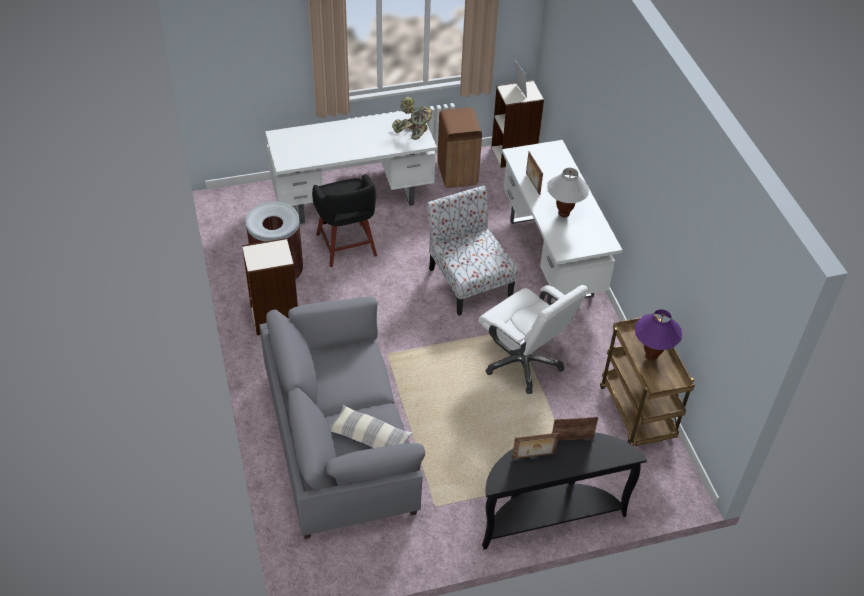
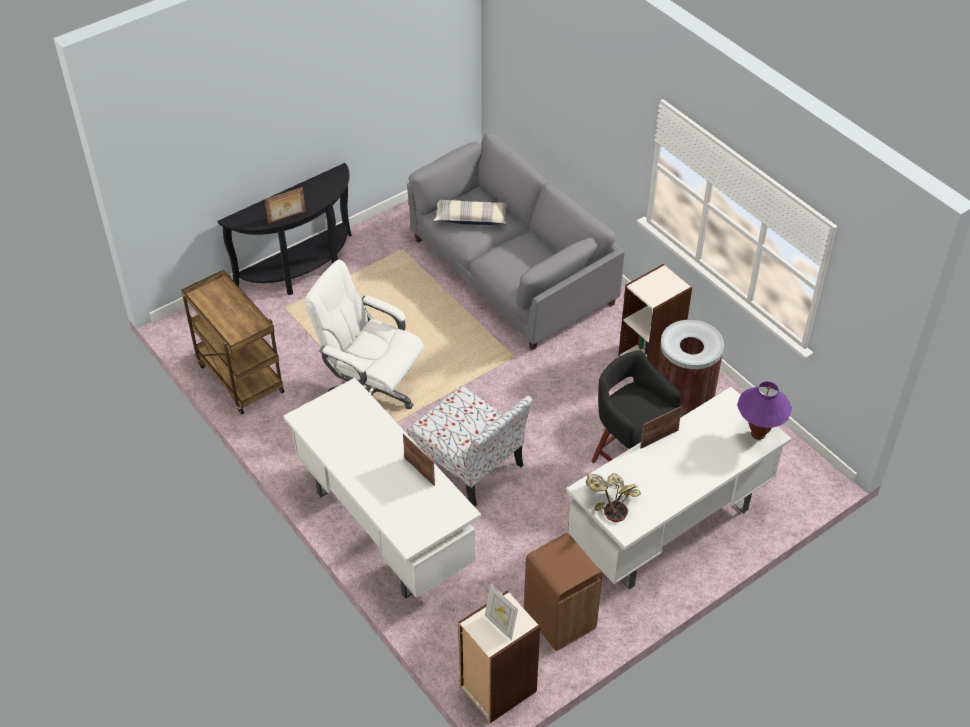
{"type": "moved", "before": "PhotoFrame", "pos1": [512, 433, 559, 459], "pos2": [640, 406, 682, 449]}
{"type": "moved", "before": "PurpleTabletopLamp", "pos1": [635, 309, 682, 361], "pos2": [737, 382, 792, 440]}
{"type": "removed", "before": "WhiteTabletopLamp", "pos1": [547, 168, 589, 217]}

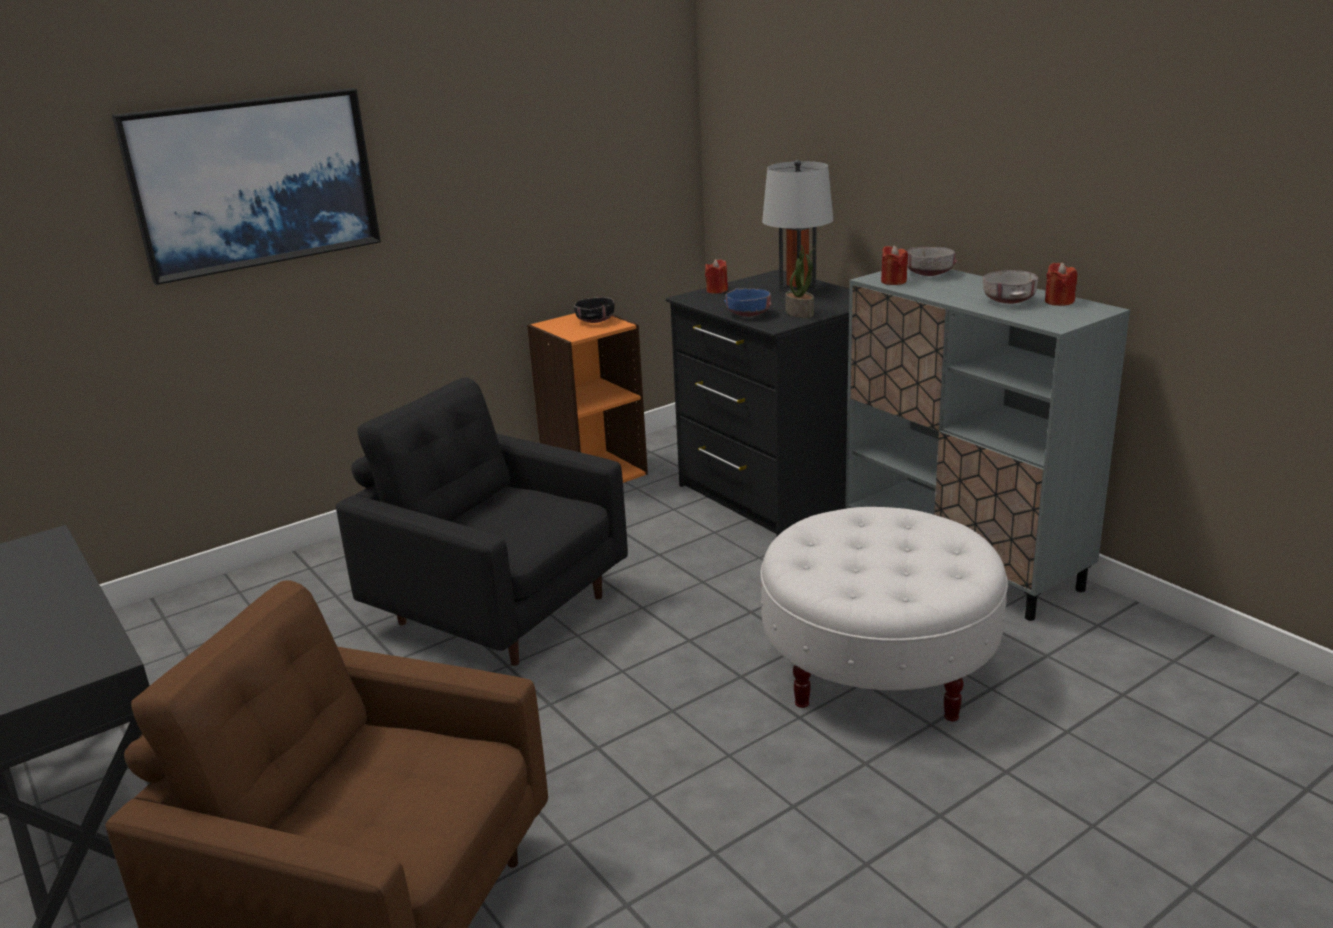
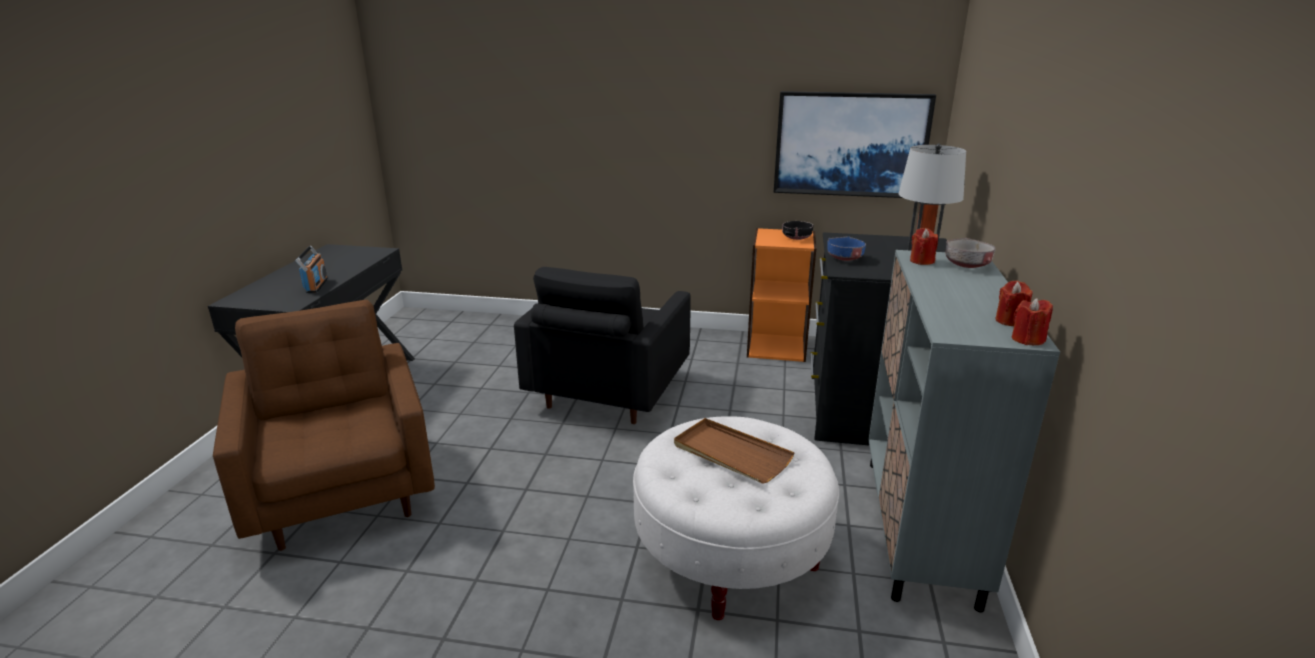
{"type": "added", "after": "RadioSet", "pos2": [295, 245, 328, 293]}
{"type": "turned", "before": "BlackArmchair", "pos1": [336, 377, 628, 666], "pos2": [514, 267, 691, 424], "turn": -150}
{"type": "added", "after": "BrownishCarryingTray", "pos2": [674, 418, 795, 484]}
{"type": "moved", "before": "WallArt", "pos1": [112, 88, 381, 285], "pos2": [774, 91, 936, 198]}
{"type": "moved", "before": "RedWaxCandle", "pos1": [705, 259, 728, 293], "pos2": [1011, 298, 1053, 345]}
{"type": "removed", "before": "PlantInAPot", "pos1": [785, 245, 815, 318]}
{"type": "removed", "before": "GreyServingBowl", "pos1": [983, 270, 1038, 304]}

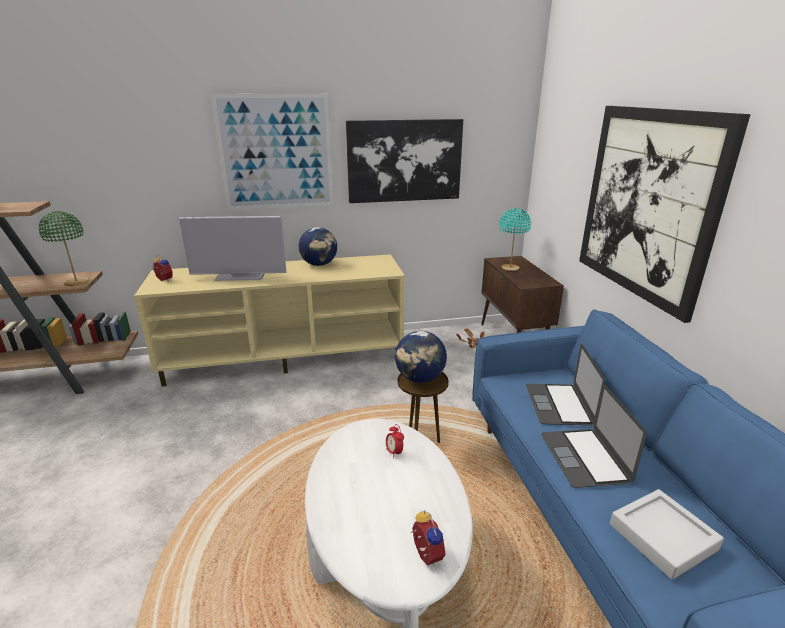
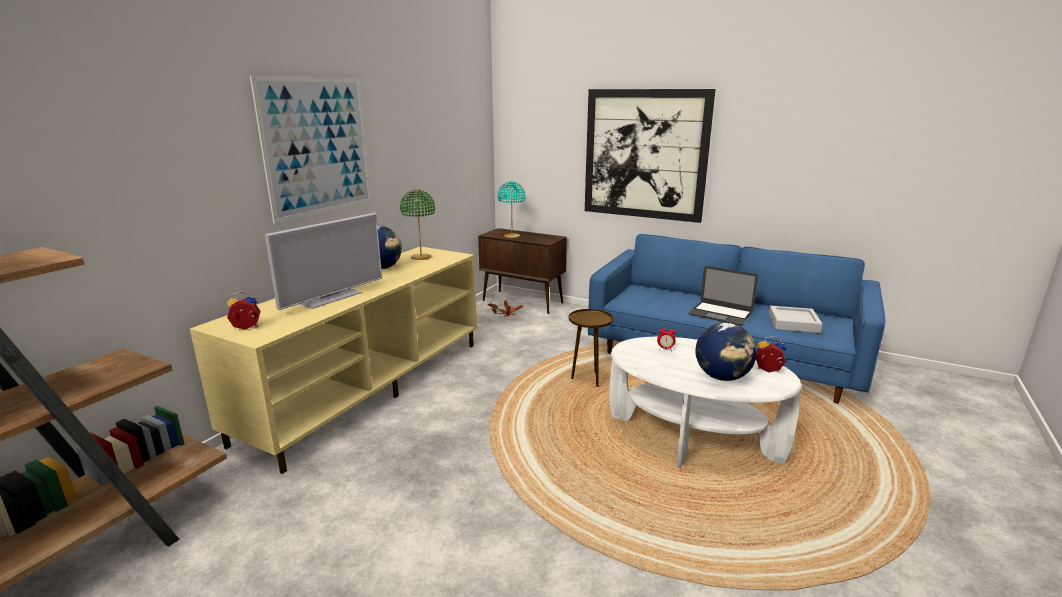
{"type": "moved", "before": "GreenColouredTabletopLamp", "pos1": [39, 211, 89, 286], "pos2": [400, 190, 435, 260]}
{"type": "moved", "before": "Globe", "pos1": [395, 331, 447, 383], "pos2": [695, 323, 757, 381]}
{"type": "removed", "before": "WallArt", "pos1": [346, 119, 463, 203]}
{"type": "removed", "before": "NotebookComputer", "pos1": [526, 344, 605, 425]}

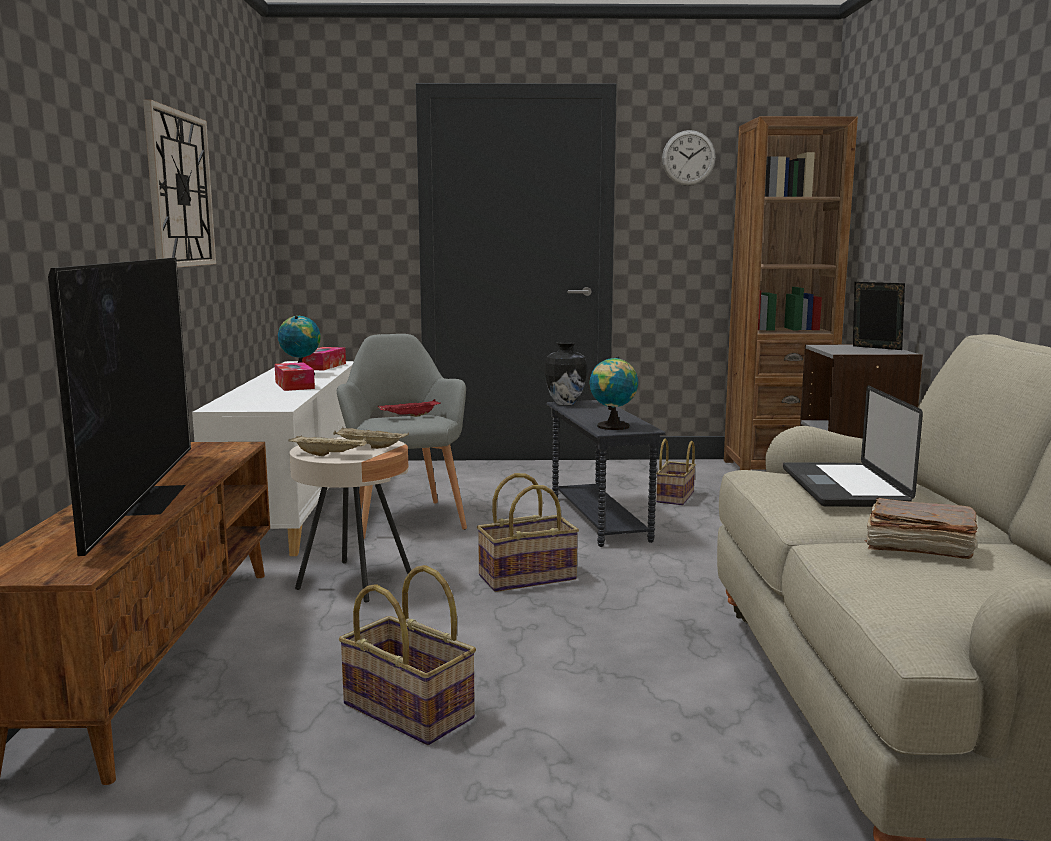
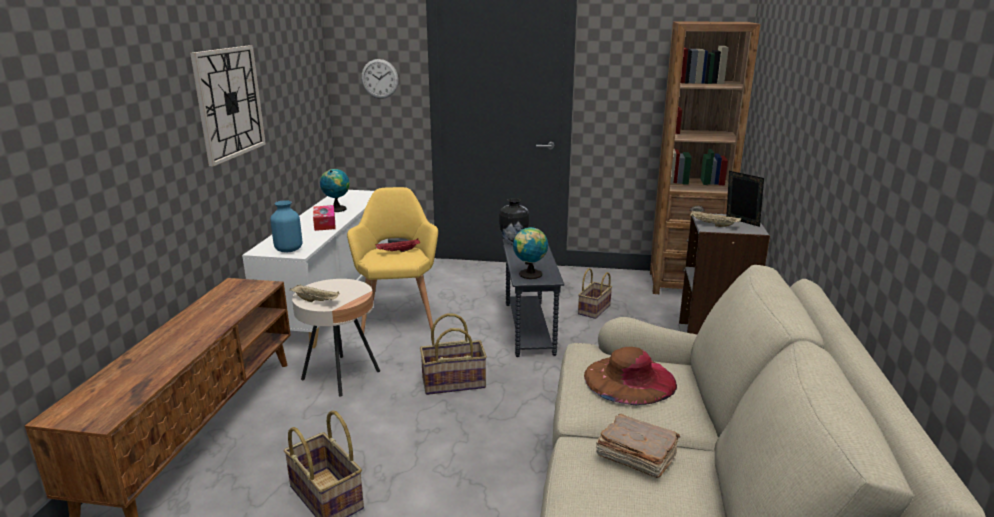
{"type": "added", "after": "BlueColouredVase", "pos2": [270, 200, 302, 252]}
{"type": "recoloured", "before": "GreyArmchair", "after": "YellowColouredArmchair", "pos1": [337, 334, 467, 539], "pos2": [347, 187, 438, 333]}
{"type": "moved", "before": "ClockOnTheWall", "pos1": [662, 130, 716, 186], "pos2": [361, 59, 399, 99]}
{"type": "replaced", "before": "NotebookComputer", "after": "BrownishWearableHat", "pos1": [783, 385, 923, 507], "pos2": [584, 347, 677, 406]}
{"type": "moved", "before": "BeigeCarryingTray", "pos1": [333, 427, 409, 449], "pos2": [690, 211, 741, 227]}
{"type": "removed", "before": "Tv", "pos1": [48, 258, 191, 556]}
{"type": "removed", "before": "BoxOfTissues", "pos1": [302, 347, 346, 371]}

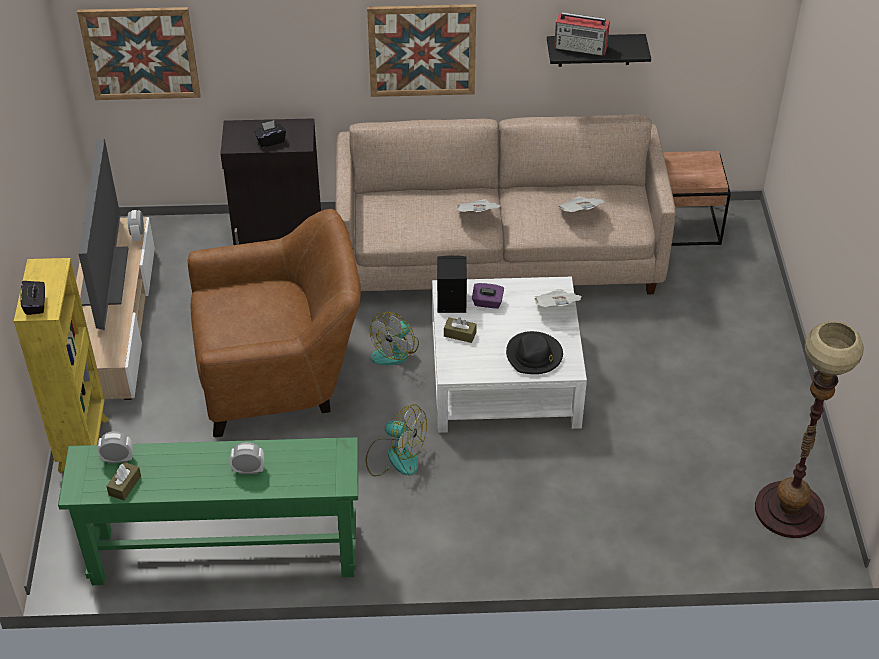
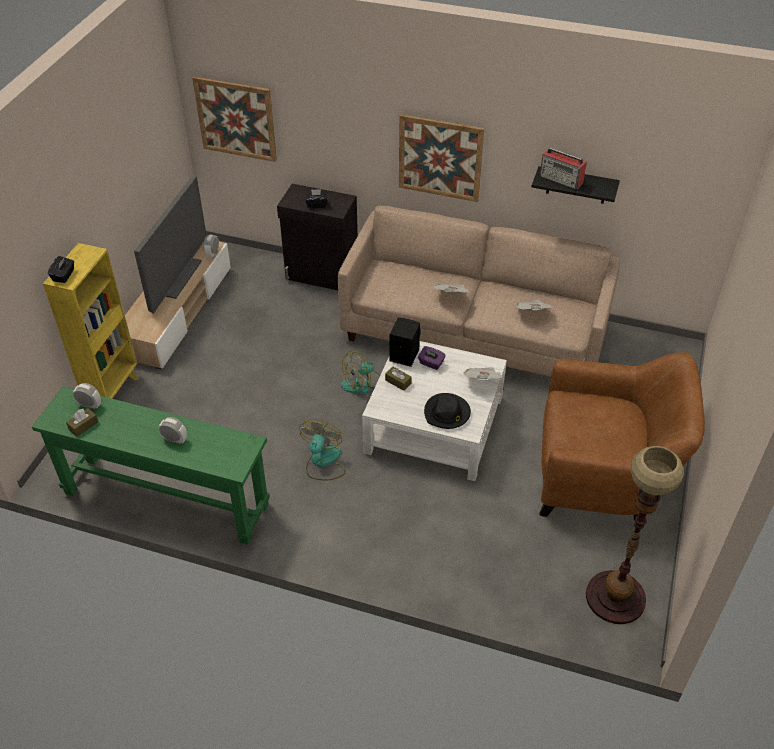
{"type": "turned", "before": "Fan", "pos1": [366, 404, 427, 477], "pos2": [299, 419, 346, 480], "turn": -120}
{"type": "moved", "before": "BrownishArmchair", "pos1": [188, 209, 361, 437], "pos2": [539, 352, 705, 520]}
{"type": "removed", "before": "BrownishSideTable", "pos1": [663, 151, 731, 246]}

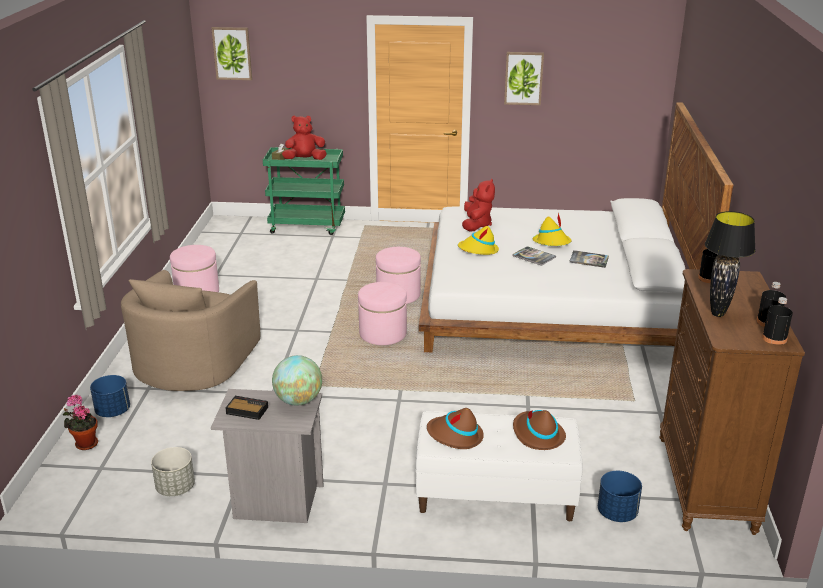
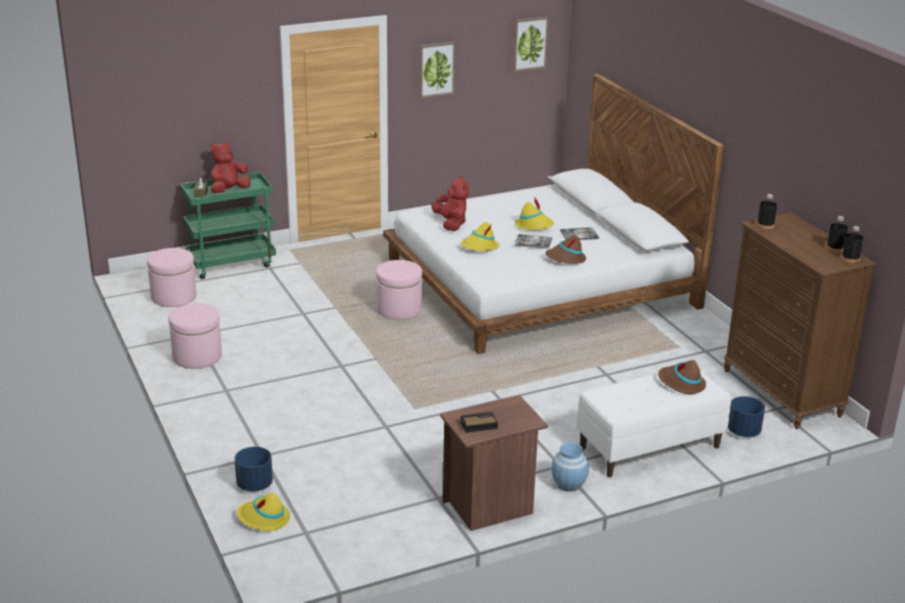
{"type": "moved", "before": "PinkishFootrest", "pos1": [358, 282, 407, 345], "pos2": [147, 248, 197, 307]}
{"type": "replaced", "before": "PlantInAPot", "after": "YellowColouredWearableHat", "pos1": [63, 395, 98, 450], "pos2": [237, 493, 290, 531]}
{"type": "recoloured", "before": "GreyNightTable", "after": "BrownishNightTable", "pos1": [211, 389, 324, 523], "pos2": [440, 395, 548, 531]}
{"type": "moved", "before": "WallArt", "pos1": [211, 27, 252, 80], "pos2": [513, 16, 549, 72]}
{"type": "moved", "before": "BrownishWearableHat", "pos1": [427, 408, 484, 449], "pos2": [545, 235, 586, 264]}
{"type": "added", "after": "BlueColouredVase", "pos2": [551, 443, 589, 492]}
{"type": "removed", "before": "BeigeArmchair", "pos1": [121, 270, 260, 391]}
{"type": "removed", "before": "GreyPlantPot", "pos1": [151, 447, 195, 496]}
{"type": "removed", "before": "Globe", "pos1": [272, 355, 322, 406]}
{"type": "removed", "before": "BlackTabletopLamp", "pos1": [705, 211, 756, 317]}

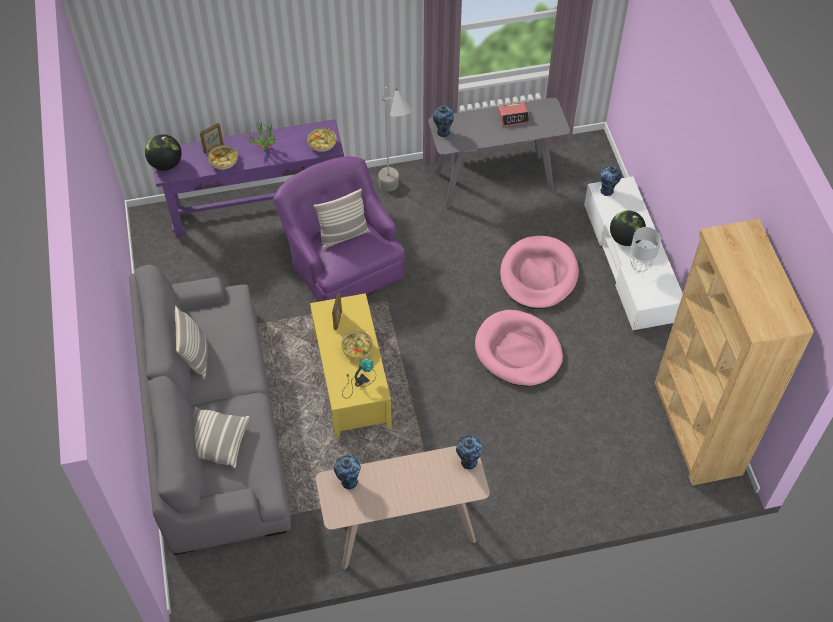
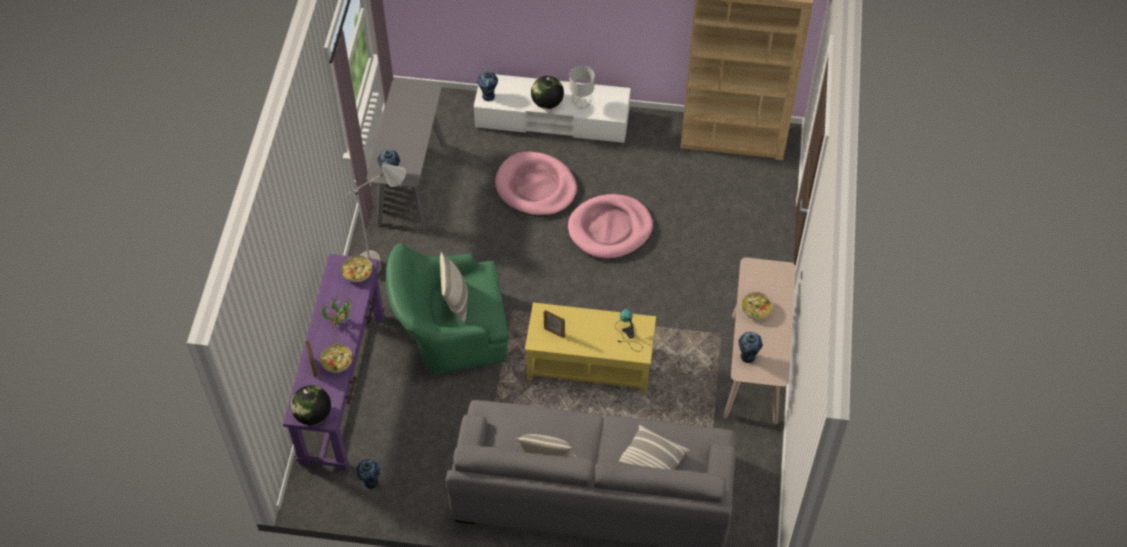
{"type": "moved", "before": "Vase", "pos1": [456, 435, 482, 469], "pos2": [356, 459, 380, 489]}
{"type": "recoloured", "before": "PurpleArmchair", "after": "GreenColouredArmchair", "pos1": [274, 156, 405, 302], "pos2": [386, 243, 509, 374]}
{"type": "moved", "before": "ServingBowl", "pos1": [341, 331, 373, 359], "pos2": [741, 292, 773, 320]}
{"type": "removed", "before": "AlarmClock", "pos1": [498, 102, 530, 127]}

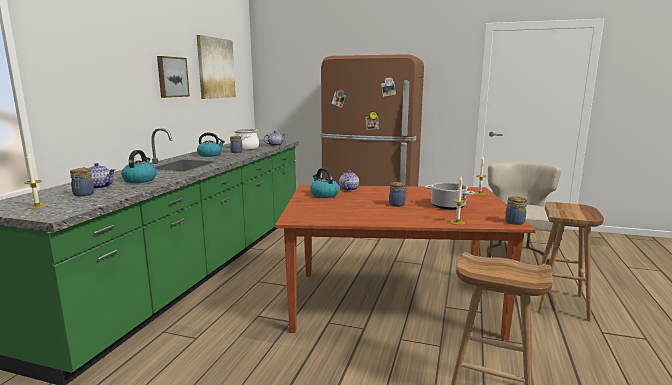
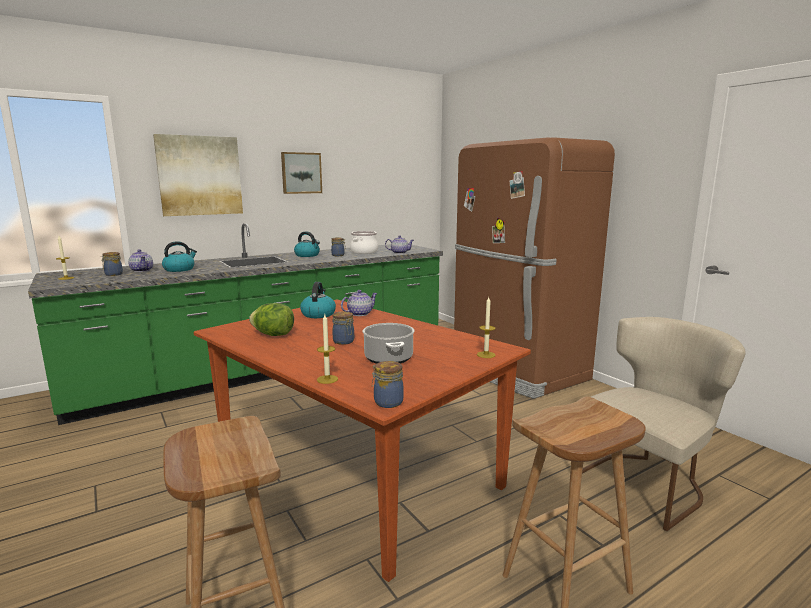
{"type": "moved", "before": "WallArt", "pos1": [197, 35, 236, 99], "pos2": [153, 134, 243, 216]}
{"type": "added", "after": "HeadOfLettuce", "pos2": [249, 303, 294, 336]}

